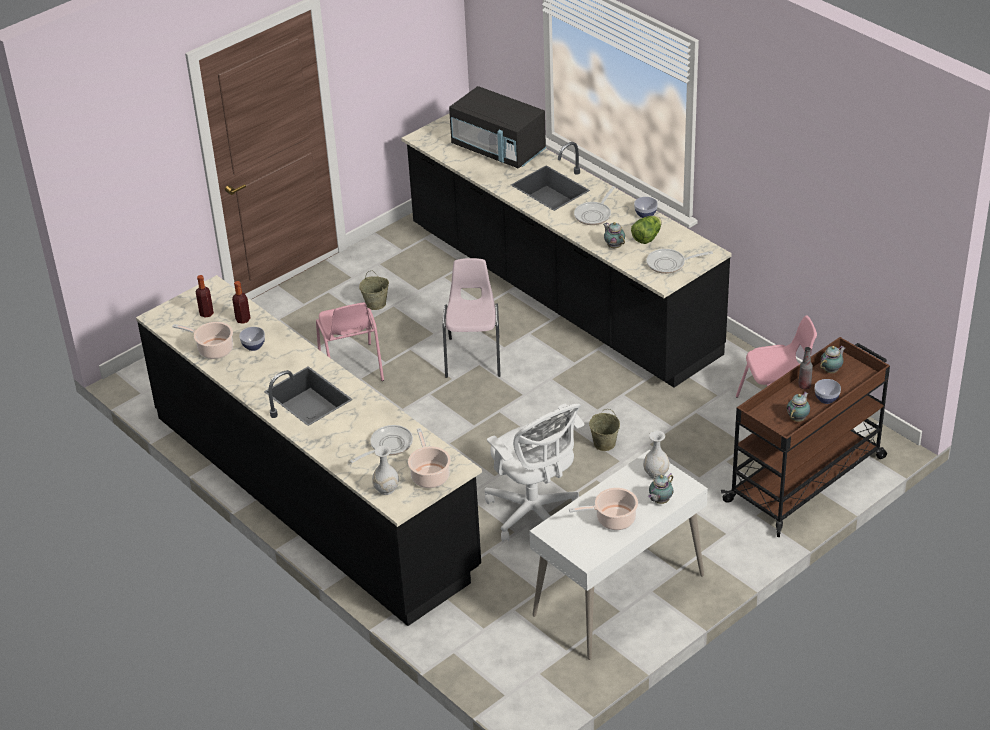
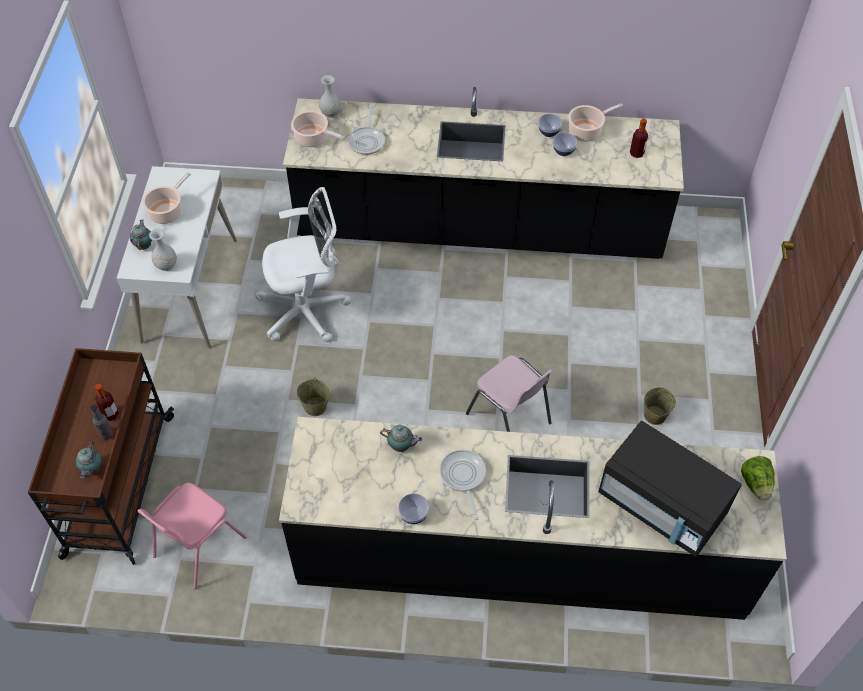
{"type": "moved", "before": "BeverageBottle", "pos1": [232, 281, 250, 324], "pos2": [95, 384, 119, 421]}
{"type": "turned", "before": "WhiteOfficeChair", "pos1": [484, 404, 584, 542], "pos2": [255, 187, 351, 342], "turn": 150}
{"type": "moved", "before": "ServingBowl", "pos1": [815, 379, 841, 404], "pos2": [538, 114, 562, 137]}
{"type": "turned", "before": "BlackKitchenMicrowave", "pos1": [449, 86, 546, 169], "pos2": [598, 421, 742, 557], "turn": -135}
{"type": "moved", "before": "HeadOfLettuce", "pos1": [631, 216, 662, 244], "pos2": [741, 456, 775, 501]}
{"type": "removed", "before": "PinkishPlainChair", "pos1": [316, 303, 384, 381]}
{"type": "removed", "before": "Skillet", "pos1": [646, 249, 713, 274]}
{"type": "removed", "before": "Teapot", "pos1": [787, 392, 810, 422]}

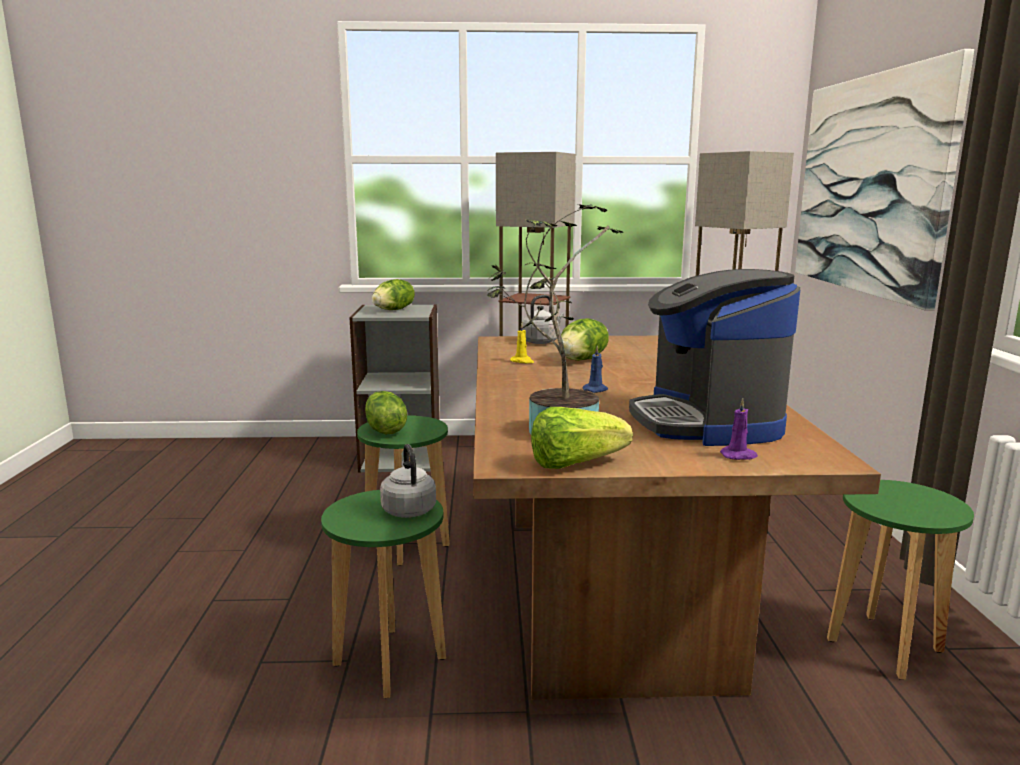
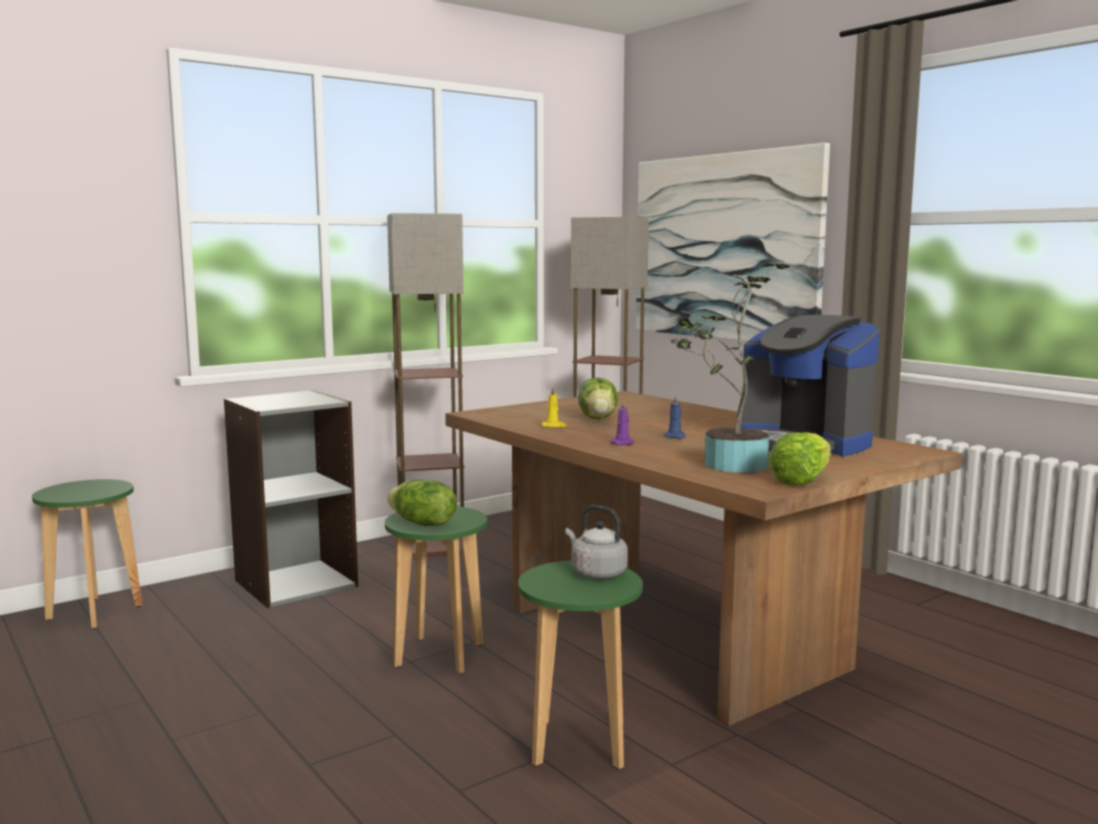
{"type": "moved", "before": "GreenColouredStoolSeat", "pos1": [827, 480, 974, 680], "pos2": [32, 479, 142, 629]}
{"type": "moved", "before": "PurpleWaxCandle", "pos1": [720, 398, 758, 460], "pos2": [610, 400, 635, 445]}
{"type": "removed", "before": "HeadOfLettuce", "pos1": [372, 279, 415, 310]}
{"type": "removed", "before": "GreyKettle", "pos1": [521, 295, 564, 344]}

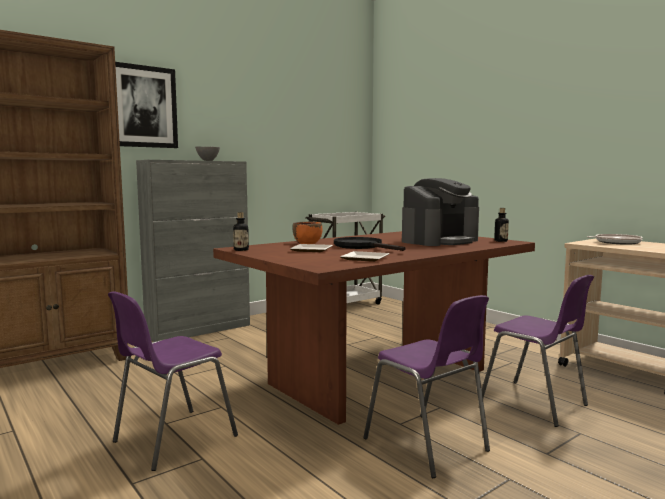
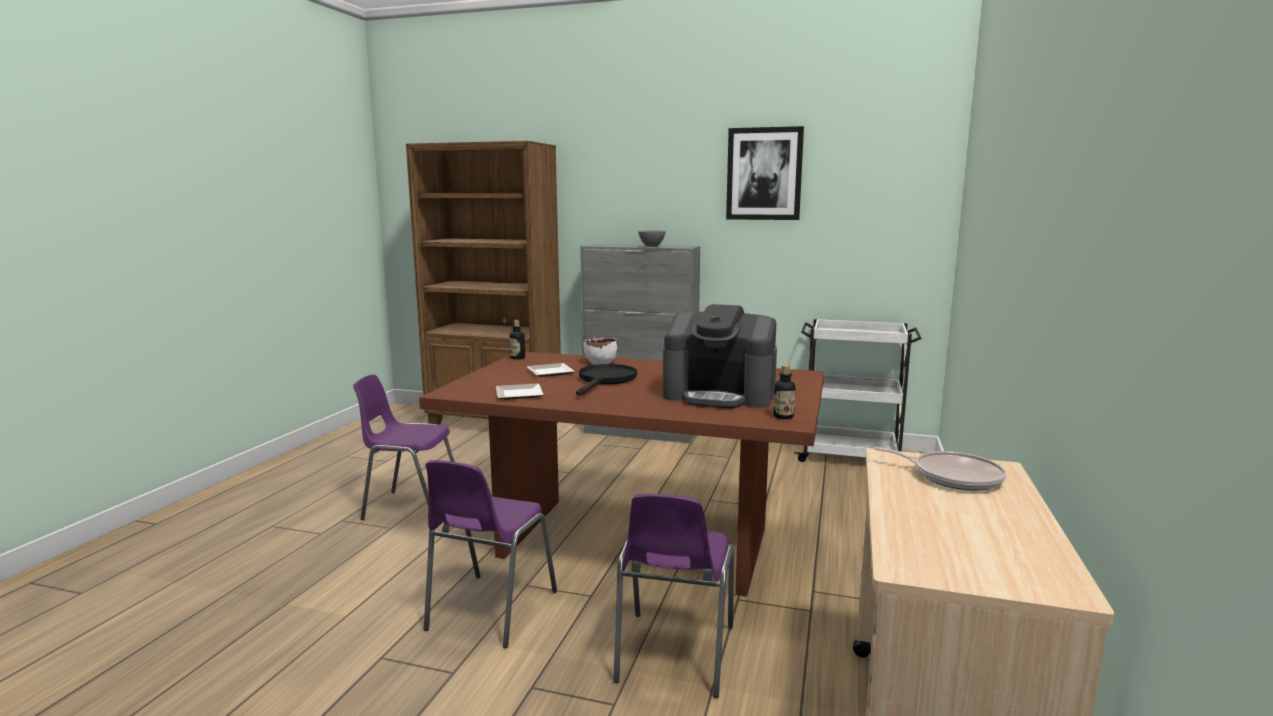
{"type": "recoloured", "before": "OrangeColouredServingBowl", "after": "WhiteServingBowl", "pos1": [292, 222, 322, 244], "pos2": [583, 337, 618, 365]}
{"type": "moved", "before": "WallArt", "pos1": [115, 62, 178, 148], "pos2": [726, 126, 804, 220]}

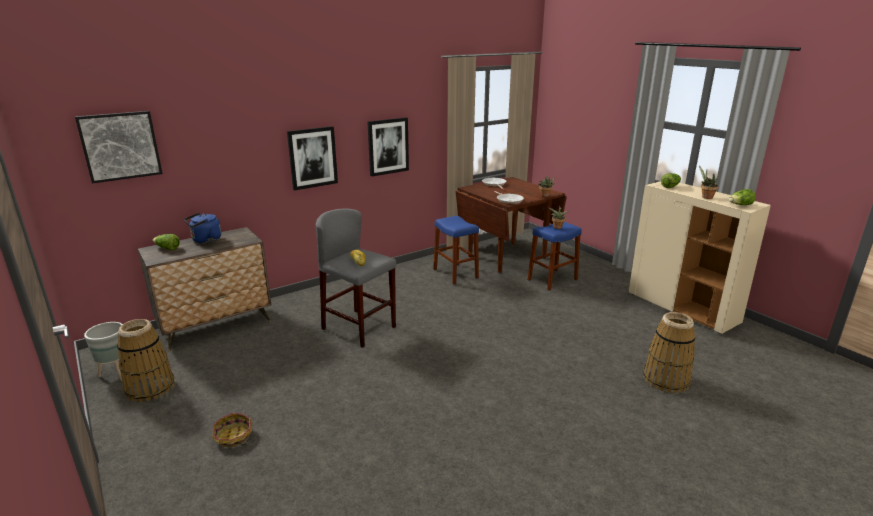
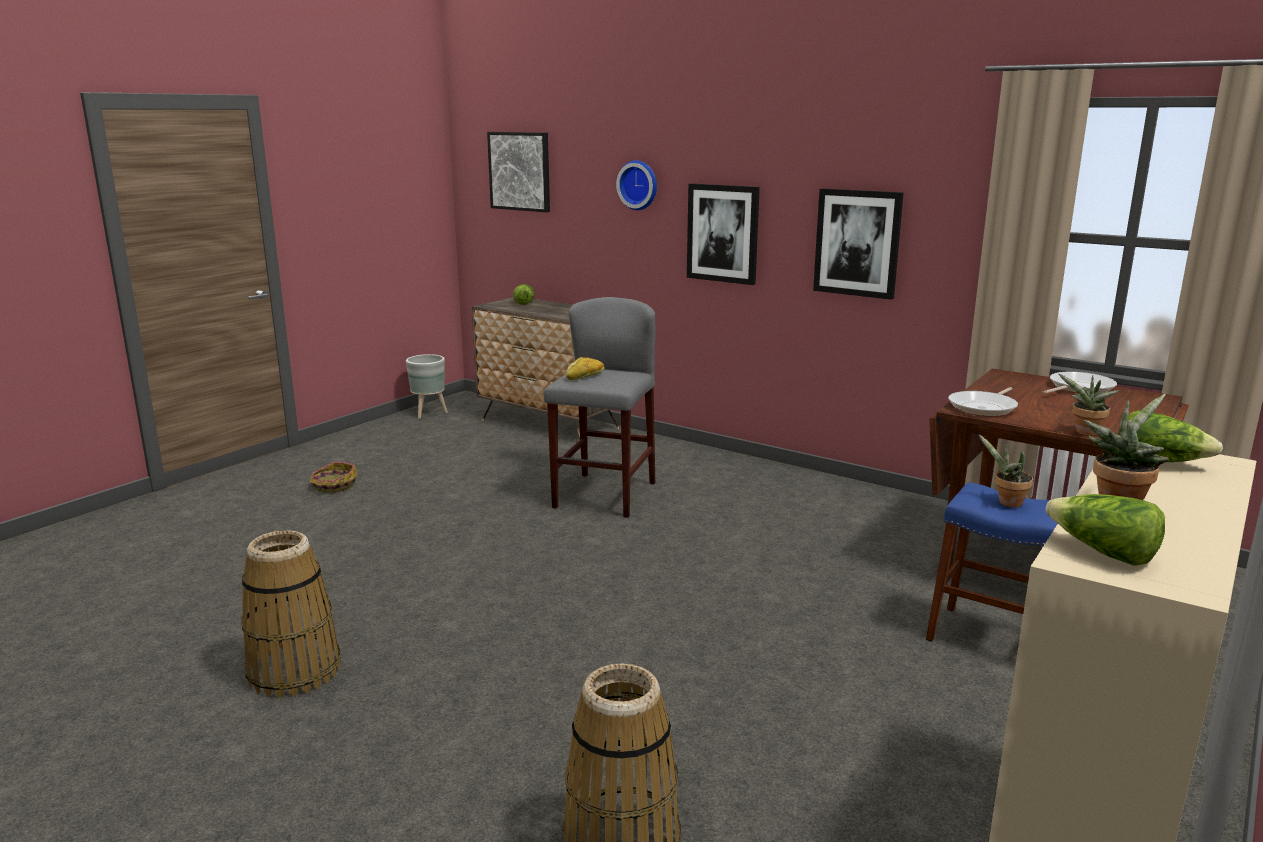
{"type": "moved", "before": "HouseholdBasket", "pos1": [117, 319, 175, 402], "pos2": [241, 530, 341, 698]}
{"type": "added", "after": "ClockOnTheWall", "pos2": [616, 160, 657, 210]}
{"type": "removed", "before": "BlueColouredKettle", "pos1": [184, 213, 221, 243]}
{"type": "removed", "before": "BlueColouredStoolSeat", "pos1": [433, 216, 479, 284]}

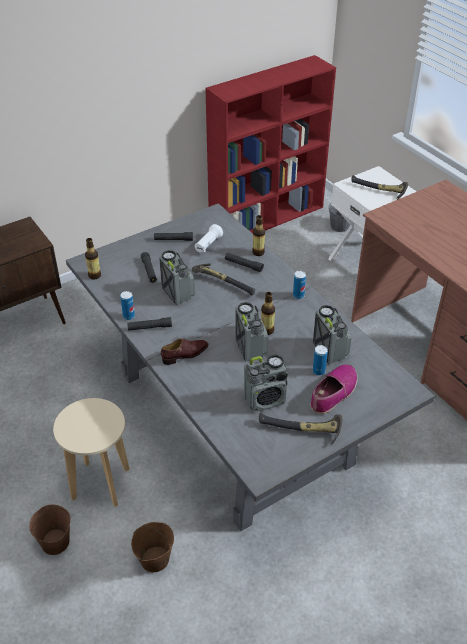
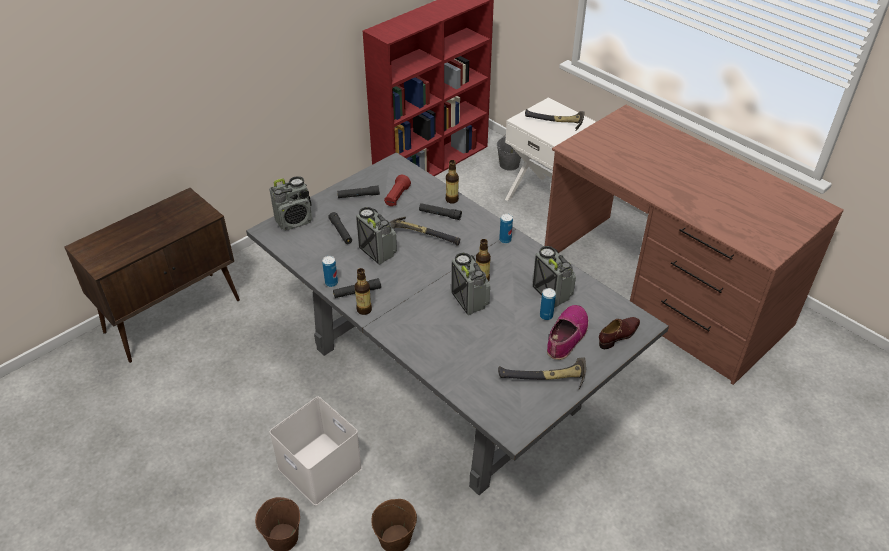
{"type": "moved", "before": "RadioSet", "pos1": [244, 355, 288, 412], "pos2": [269, 176, 312, 230]}
{"type": "replaced", "before": "BeigeStoolSeat", "after": "WhiteStorageBox", "pos1": [53, 398, 130, 507], "pos2": [269, 397, 362, 505]}
{"type": "moved", "before": "BeverageBottle", "pos1": [85, 238, 101, 280], "pos2": [355, 268, 372, 315]}
{"type": "recoloured", "before": "WhiteFlashlight", "after": "RedFlashlight", "pos1": [195, 224, 223, 253], "pos2": [384, 175, 411, 206]}
{"type": "moved", "before": "BrownishLowShoe", "pos1": [161, 339, 209, 365], "pos2": [599, 317, 640, 349]}

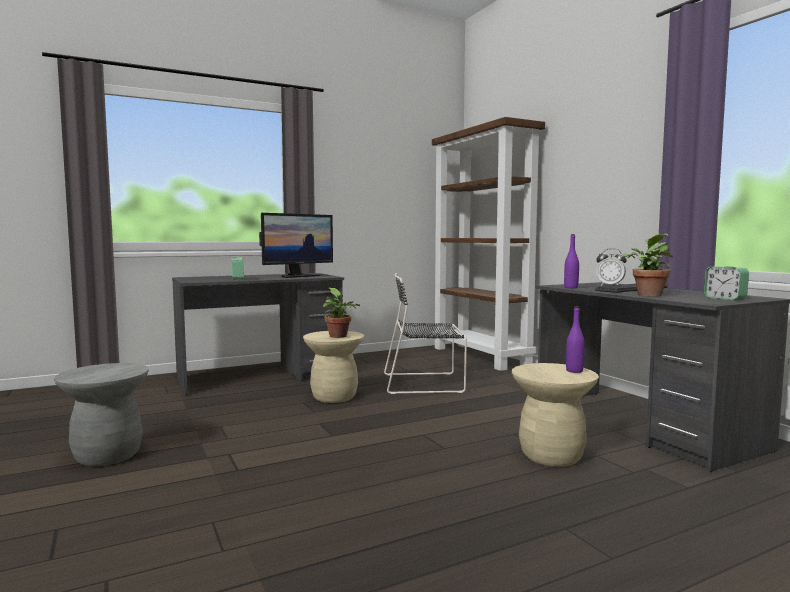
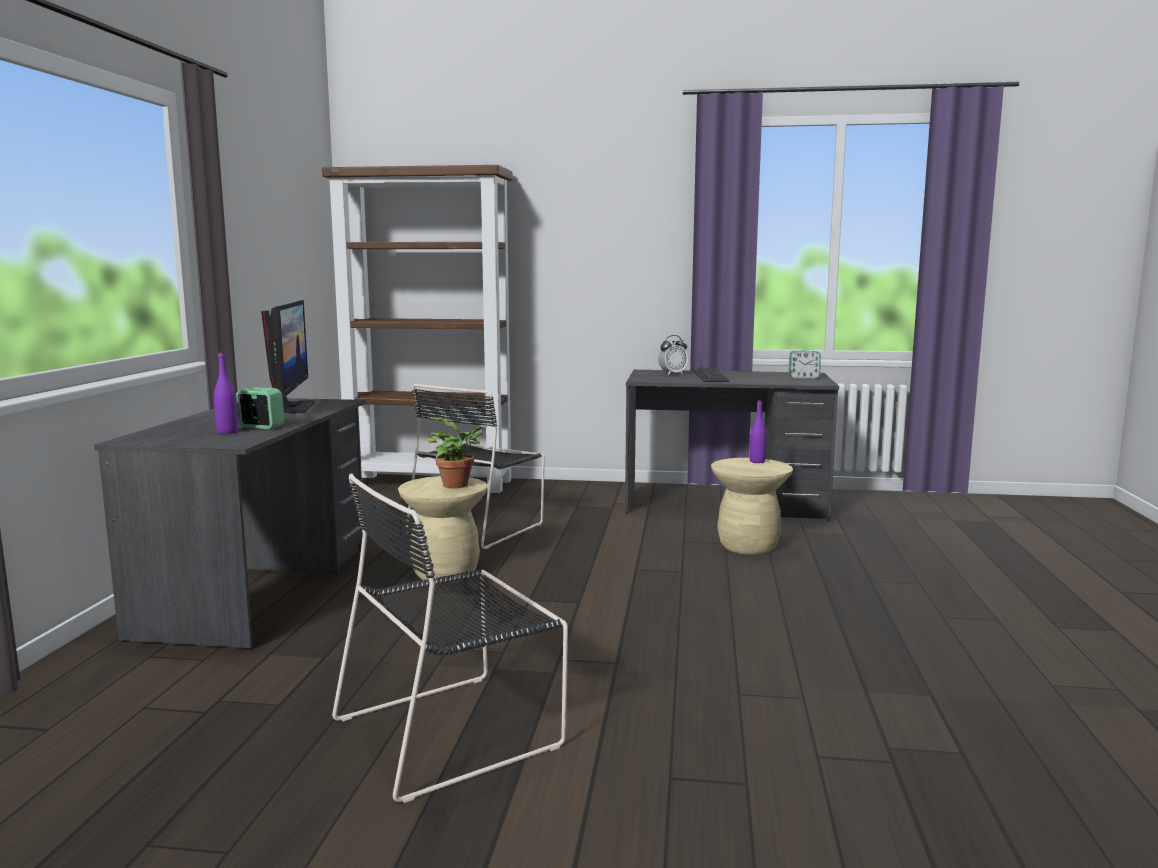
{"type": "moved", "before": "PurpleBeverageBottle", "pos1": [564, 234, 579, 288], "pos2": [214, 351, 238, 434]}
{"type": "replaced", "before": "GreyStoolSeat", "after": "BlackPlainChair", "pos1": [54, 363, 149, 467], "pos2": [332, 473, 568, 803]}
{"type": "removed", "before": "PlantInAPot", "pos1": [621, 234, 673, 296]}

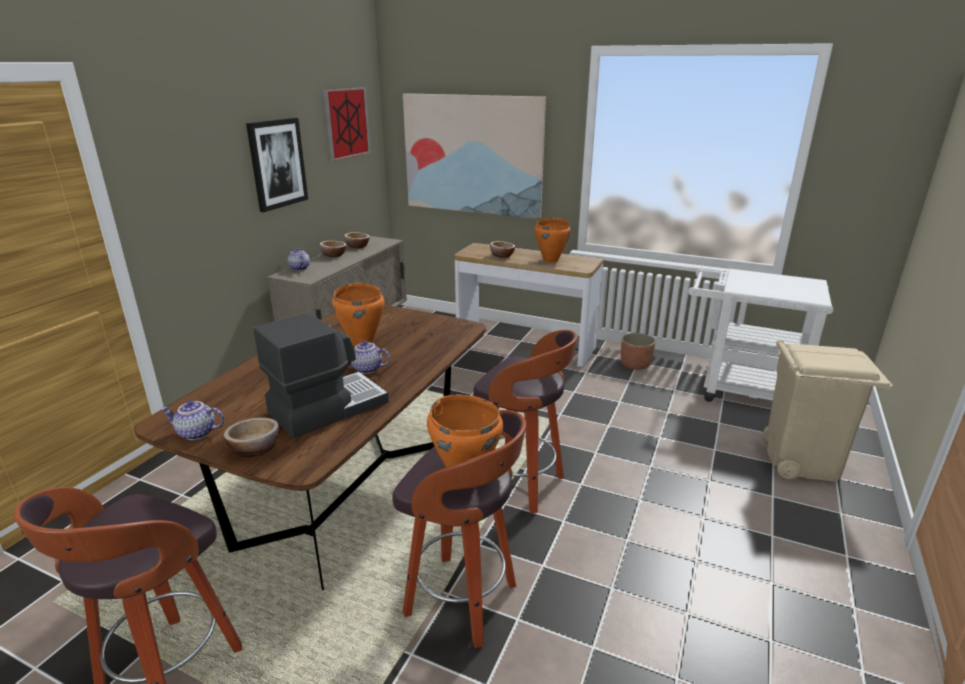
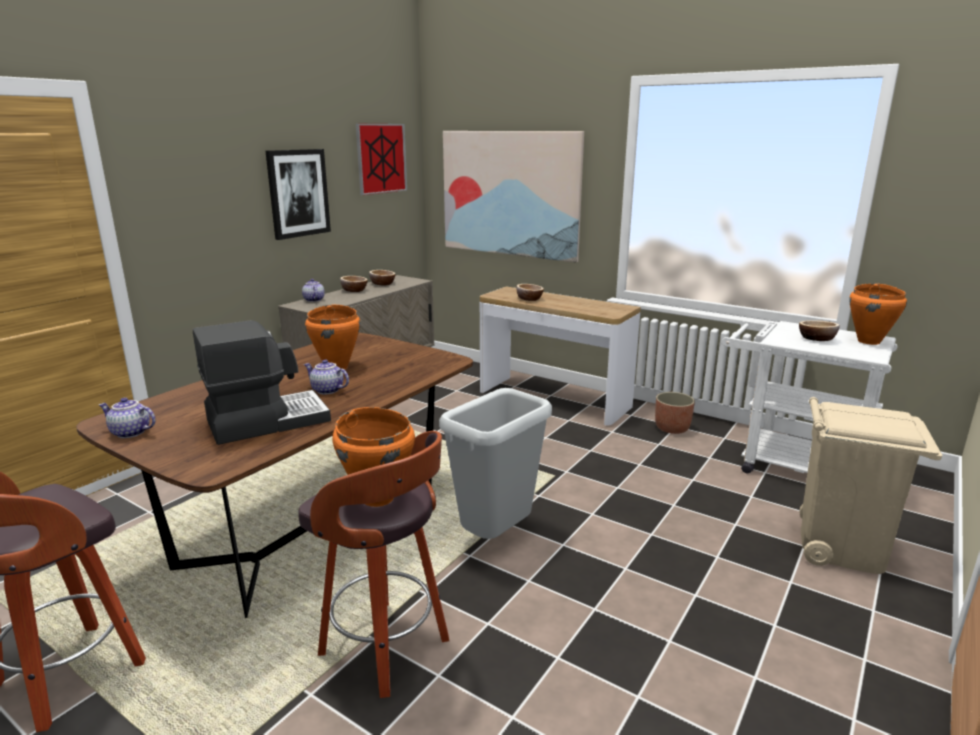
{"type": "replaced", "before": "StoolSeat", "after": "GreyWasteBin", "pos1": [473, 330, 578, 514], "pos2": [439, 388, 552, 539]}
{"type": "moved", "before": "ServingBowl", "pos1": [224, 417, 279, 457], "pos2": [799, 320, 840, 341]}
{"type": "moved", "before": "OrangeColouredCookingPot", "pos1": [534, 218, 571, 263], "pos2": [849, 283, 907, 345]}

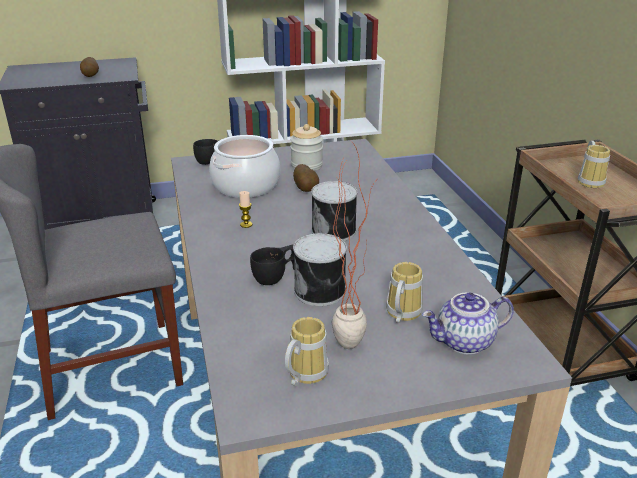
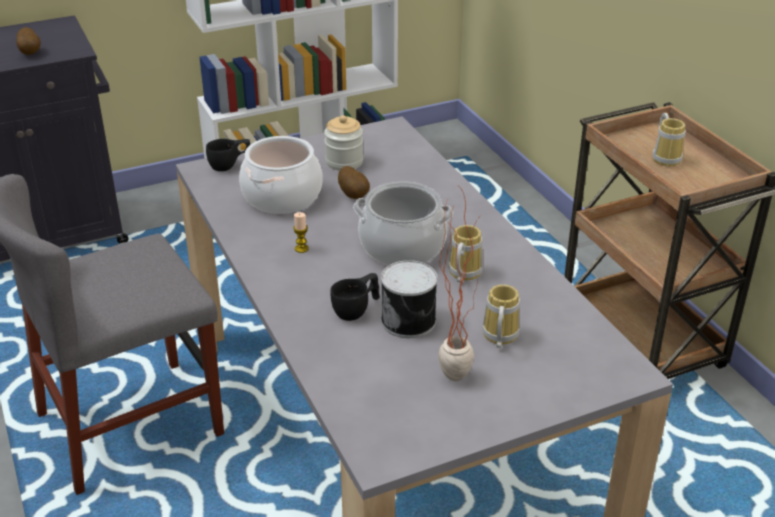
{"type": "replaced", "before": "SealedCan", "after": "CookingPot", "pos1": [311, 181, 357, 241], "pos2": [353, 182, 453, 265]}
{"type": "moved", "before": "CoffeeMug", "pos1": [285, 317, 329, 386], "pos2": [449, 225, 483, 283]}
{"type": "removed", "before": "Teapot", "pos1": [422, 293, 514, 355]}

